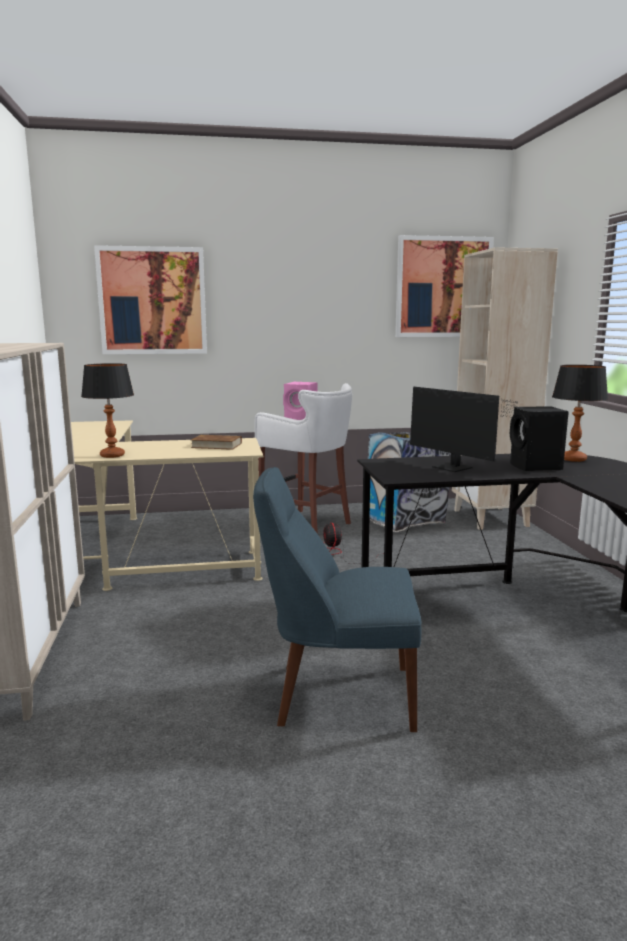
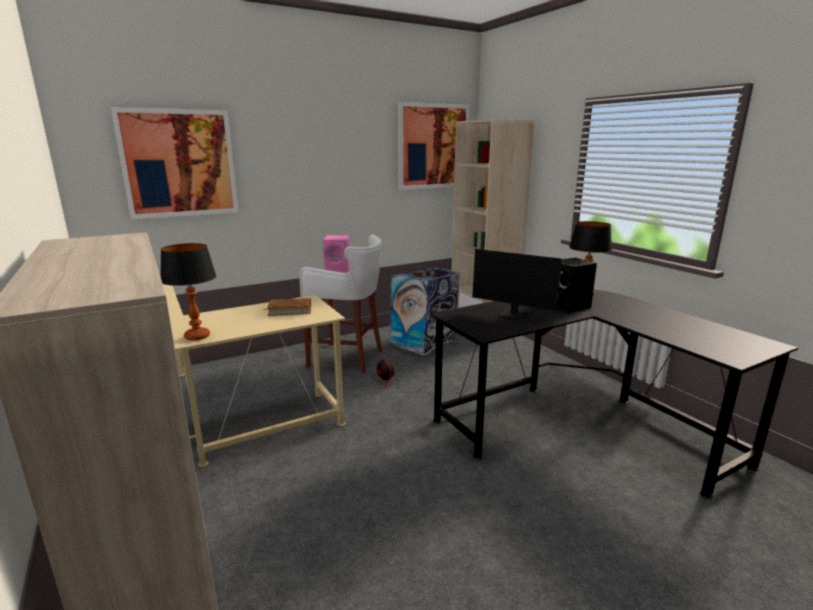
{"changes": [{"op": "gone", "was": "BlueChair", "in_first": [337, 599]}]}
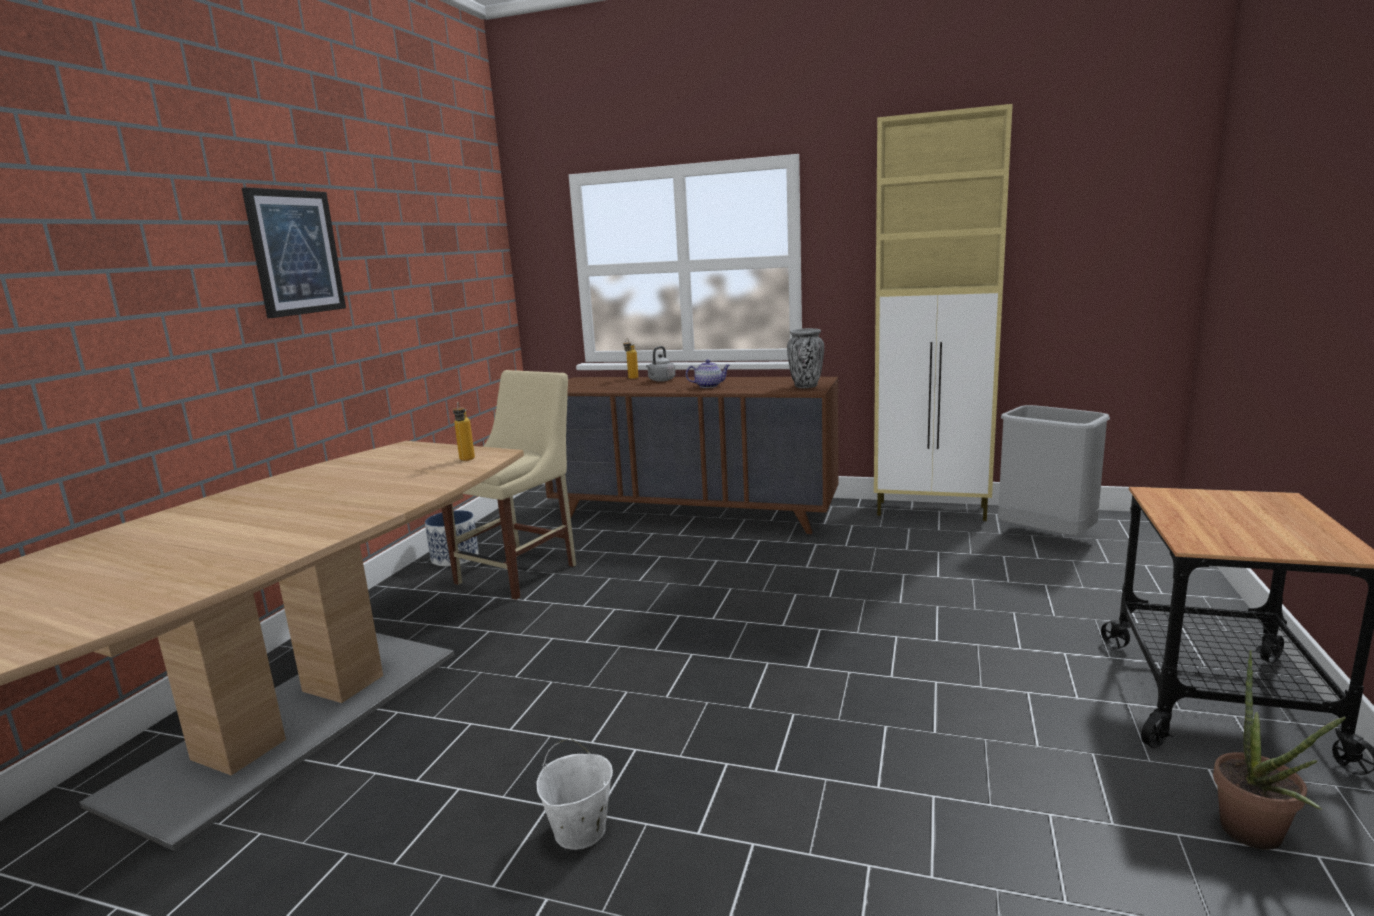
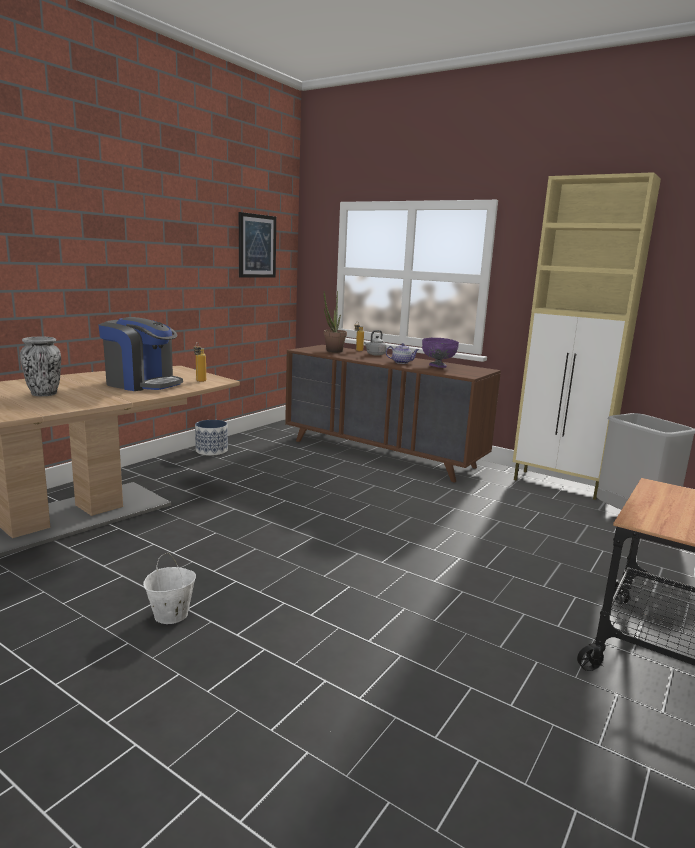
{"changes": [{"op": "shifted", "was": "Vase", "in_first": [805, 358], "in_second": [40, 366]}, {"op": "new", "now": "CoffeeMachine", "in_second": [140, 354]}, {"op": "shifted", "was": "Picture", "in_first": [294, 252], "in_second": [257, 245]}, {"op": "shifted", "was": "PottedPlant", "in_first": [1279, 750], "in_second": [335, 322]}, {"op": "new", "now": "PurpleBowl", "in_second": [440, 353]}, {"op": "gone", "was": "BeigeChair", "in_first": [508, 485]}]}
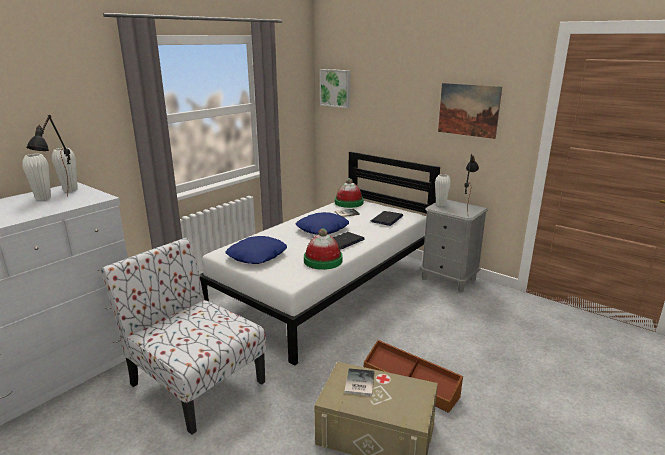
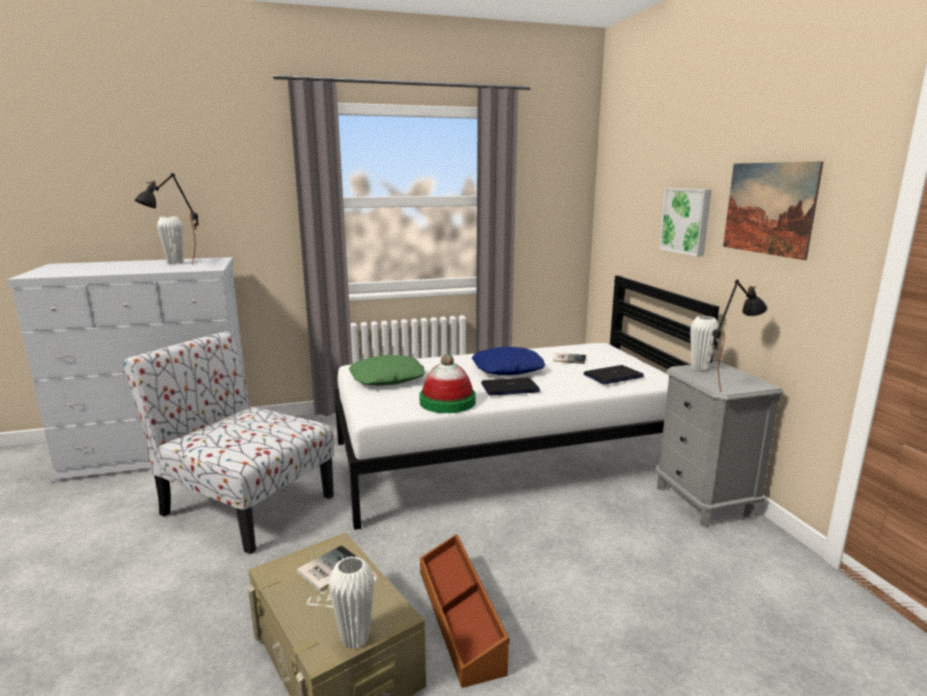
{"changes": [{"op": "rotated", "was": "Chair", "in_first": [183, 336], "in_second": [228, 442], "clockwise": -45}, {"op": "shifted", "was": "WhiteVase", "in_first": [65, 170], "in_second": [352, 602]}, {"op": "repainted", "was": "BluePillow", "now": "GreenPillow", "in_first": [256, 250], "in_second": [387, 370]}, {"op": "shifted", "was": "Picture", "in_first": [335, 88], "in_second": [685, 222]}, {"op": "gone", "was": "Hat", "in_first": [349, 193]}]}
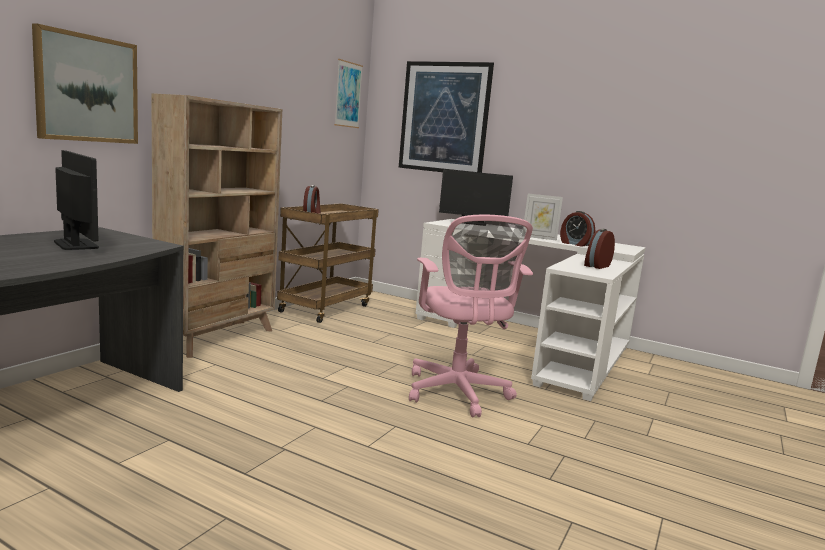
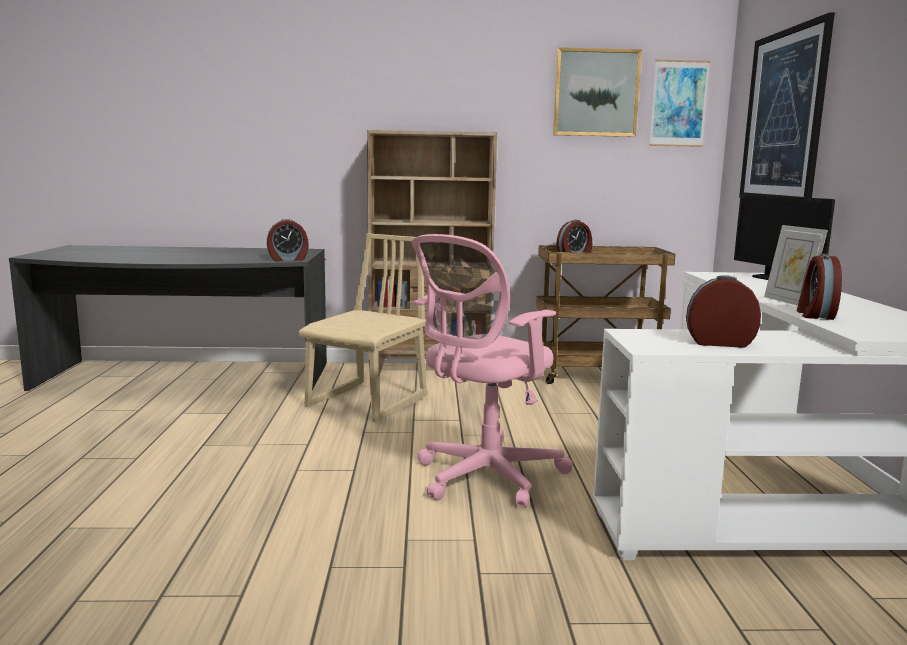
{"changes": [{"op": "new", "now": "AlarmClock", "in_second": [288, 239]}, {"op": "new", "now": "BeigeChair", "in_second": [363, 327]}, {"op": "shifted", "was": "Picture", "in_first": [85, 83], "in_second": [597, 92]}, {"op": "gone", "was": "Monitor", "in_first": [76, 200]}]}
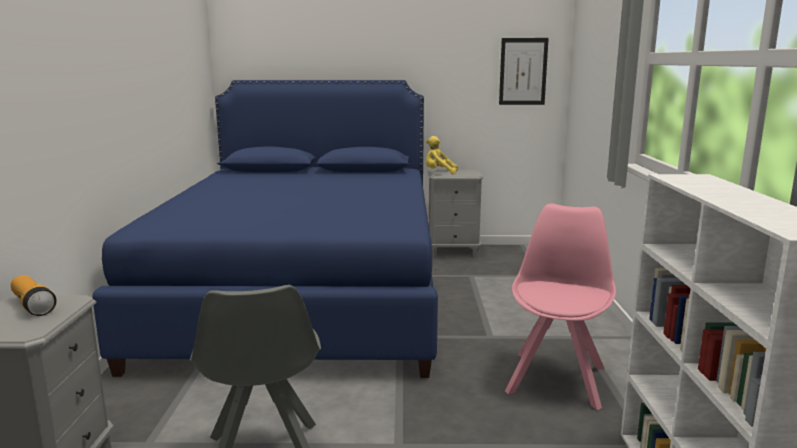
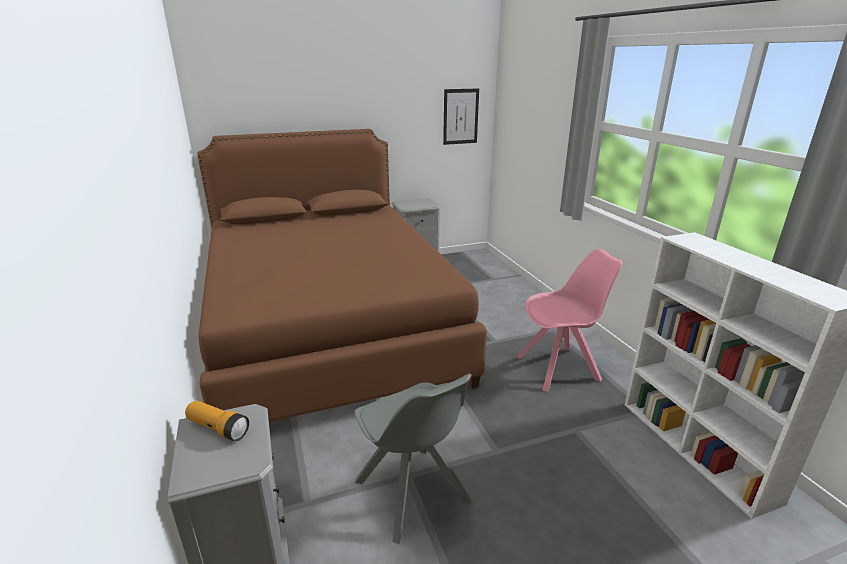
{"changes": [{"op": "repainted", "was": "BlueBed", "now": "BrownBed", "in_first": [265, 229], "in_second": [342, 275]}, {"op": "rotated", "was": "PinkChair", "in_first": [560, 306], "in_second": [569, 320], "clockwise": 75}, {"op": "gone", "was": "YellowPlushToy", "in_first": [441, 155]}]}
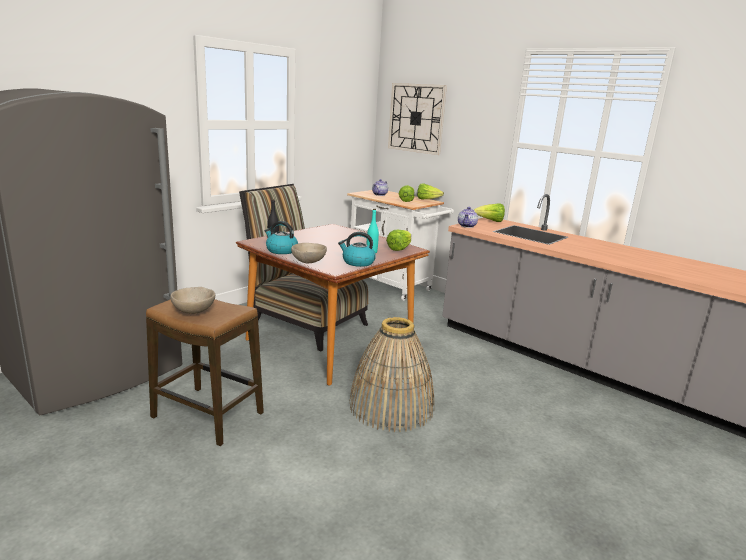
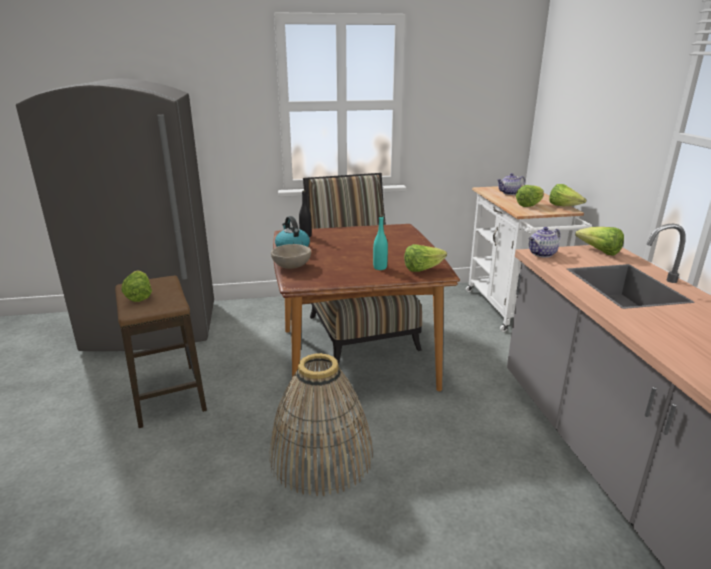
{"changes": [{"op": "swapped", "was": "BeigeBowl", "now": "Lettuce", "in_first": [192, 300], "in_second": [137, 286]}, {"op": "gone", "was": "Kettle", "in_first": [357, 249]}, {"op": "gone", "was": "WallClock", "in_first": [417, 119]}]}
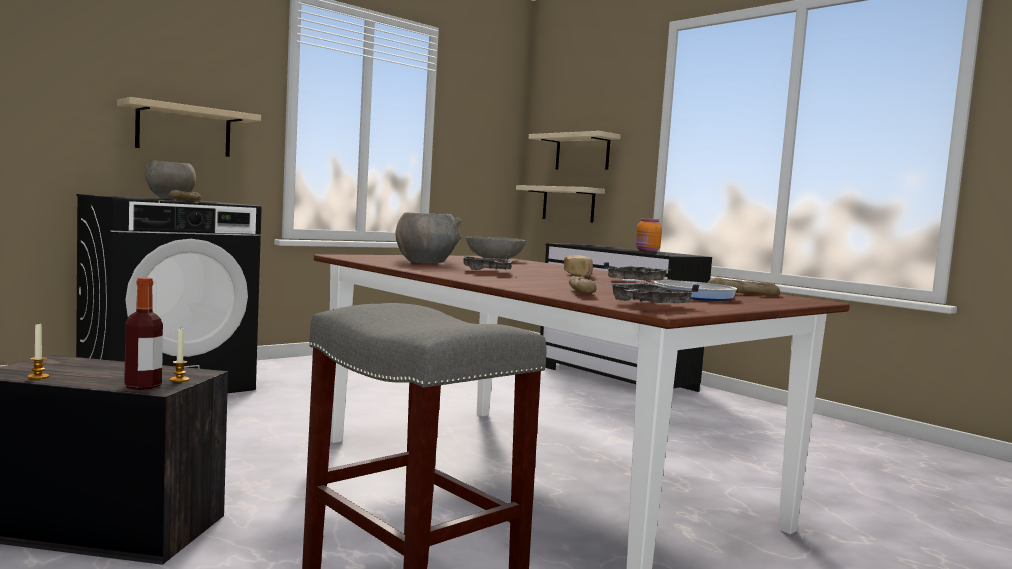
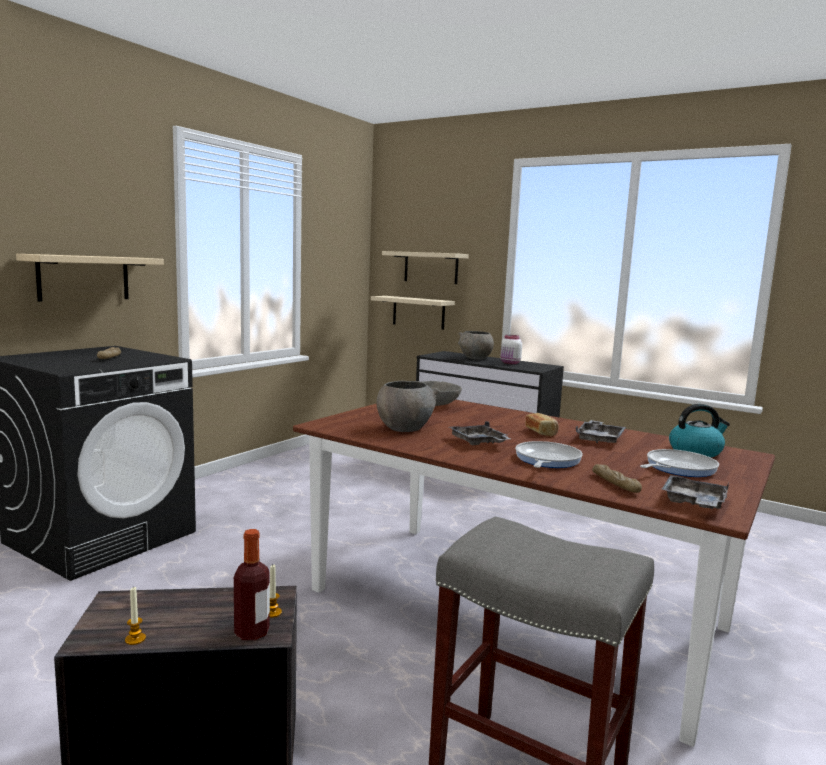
{"changes": [{"op": "shifted", "was": "GreyBowl", "in_first": [170, 180], "in_second": [476, 345]}, {"op": "repainted", "was": "OrangeJar", "now": "WhiteJar", "in_first": [649, 235], "in_second": [511, 349]}, {"op": "new", "now": "FryingPan", "in_second": [549, 454]}, {"op": "swapped", "was": "Bread", "now": "Kettle", "in_first": [743, 287], "in_second": [699, 430]}]}
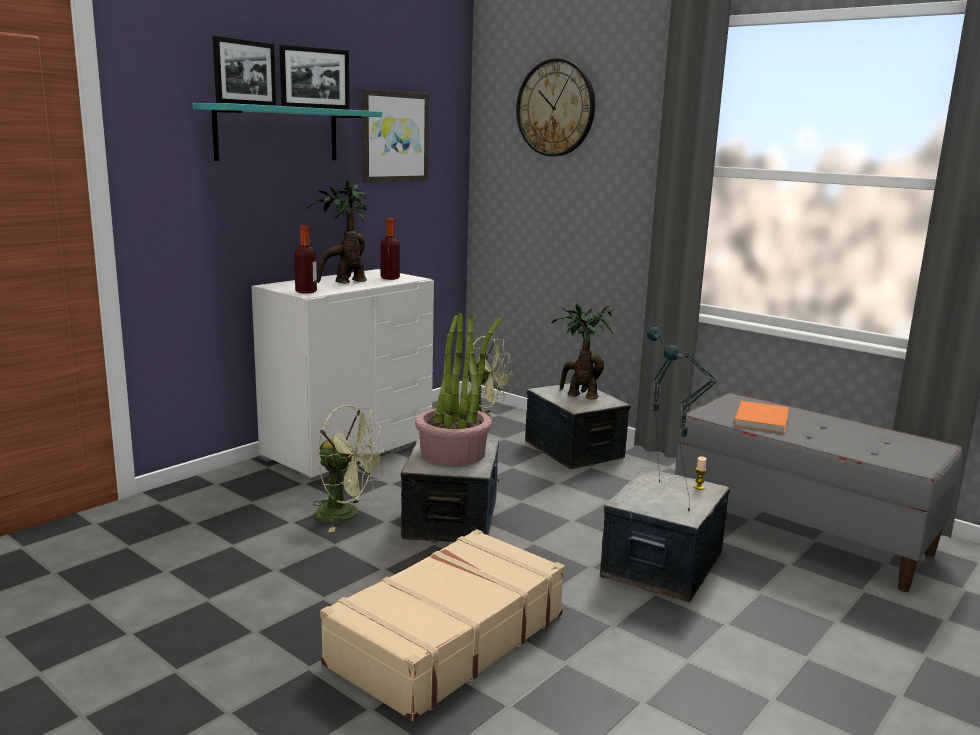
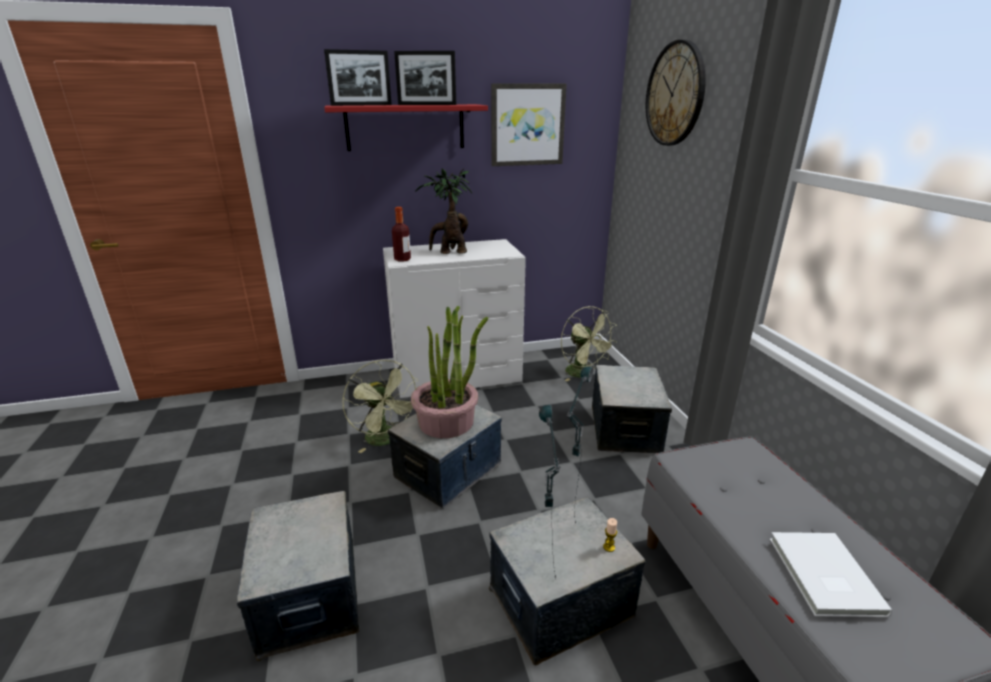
{"changes": [{"op": "swapped", "was": "BeigeSuitcase", "now": "StorageBox", "in_first": [442, 625], "in_second": [298, 576]}, {"op": "repainted", "was": "TurquoiseShelf", "now": "RedShelf", "in_first": [287, 132], "in_second": [406, 127]}, {"op": "new", "now": "WhiteBook", "in_second": [831, 574]}, {"op": "gone", "was": "Bottle", "in_first": [390, 249]}, {"op": "gone", "was": "PottedPlant", "in_first": [583, 351]}, {"op": "gone", "was": "OrangeBook", "in_first": [761, 417]}]}
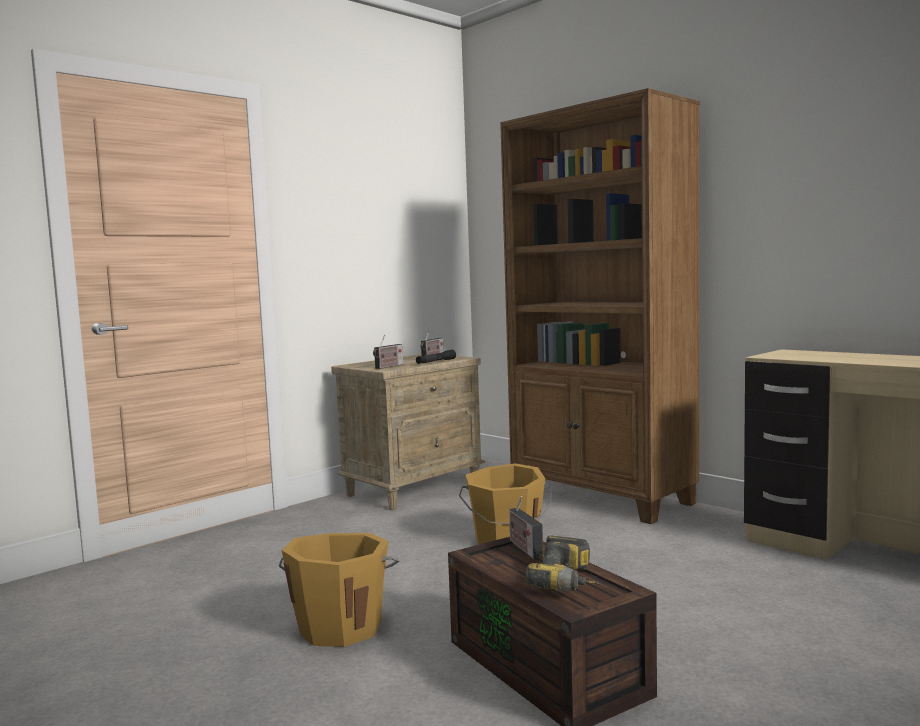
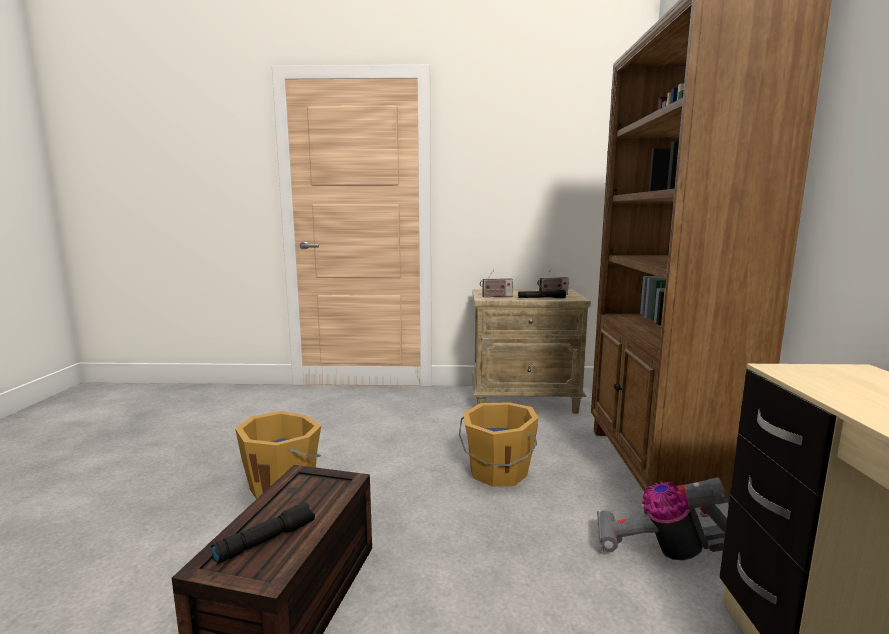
{"changes": [{"op": "swapped", "was": "PowerDrill", "now": "BlackFlashlight", "in_first": [563, 563], "in_second": [263, 533]}, {"op": "new", "now": "VacuumCleaner", "in_second": [663, 518]}, {"op": "gone", "was": "Radio", "in_first": [526, 527]}]}
